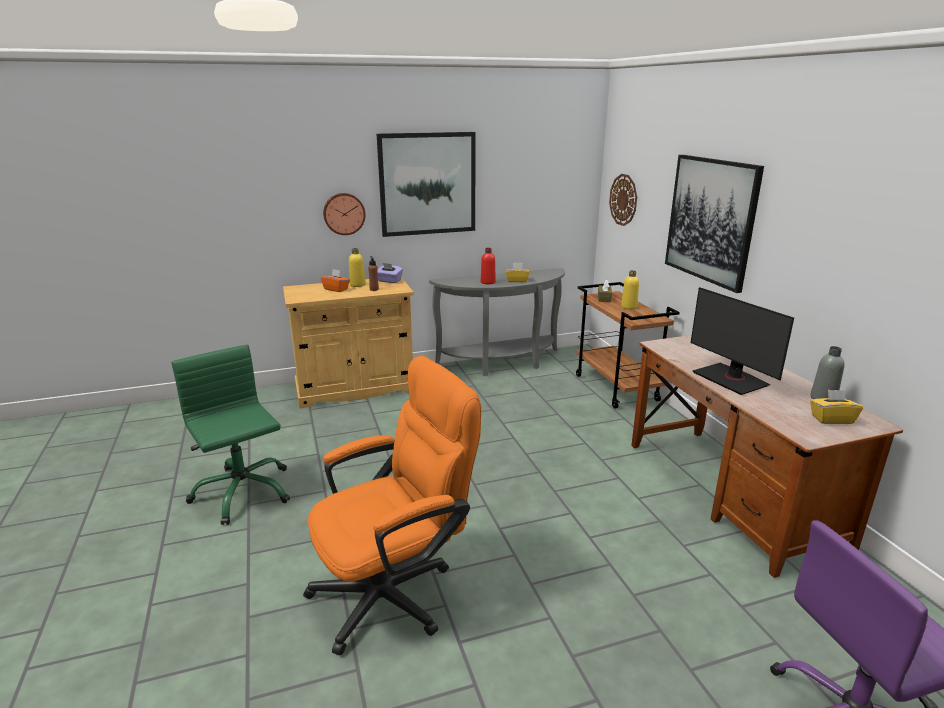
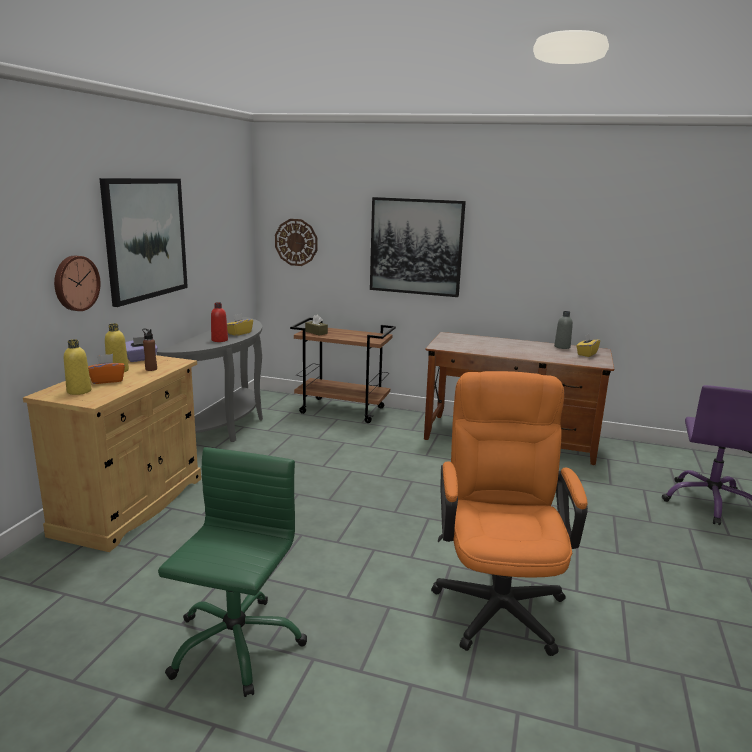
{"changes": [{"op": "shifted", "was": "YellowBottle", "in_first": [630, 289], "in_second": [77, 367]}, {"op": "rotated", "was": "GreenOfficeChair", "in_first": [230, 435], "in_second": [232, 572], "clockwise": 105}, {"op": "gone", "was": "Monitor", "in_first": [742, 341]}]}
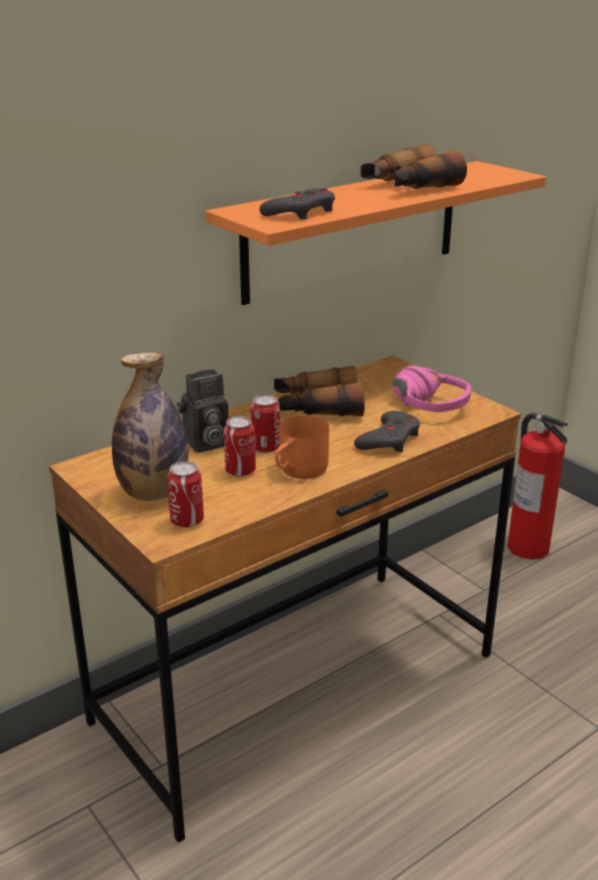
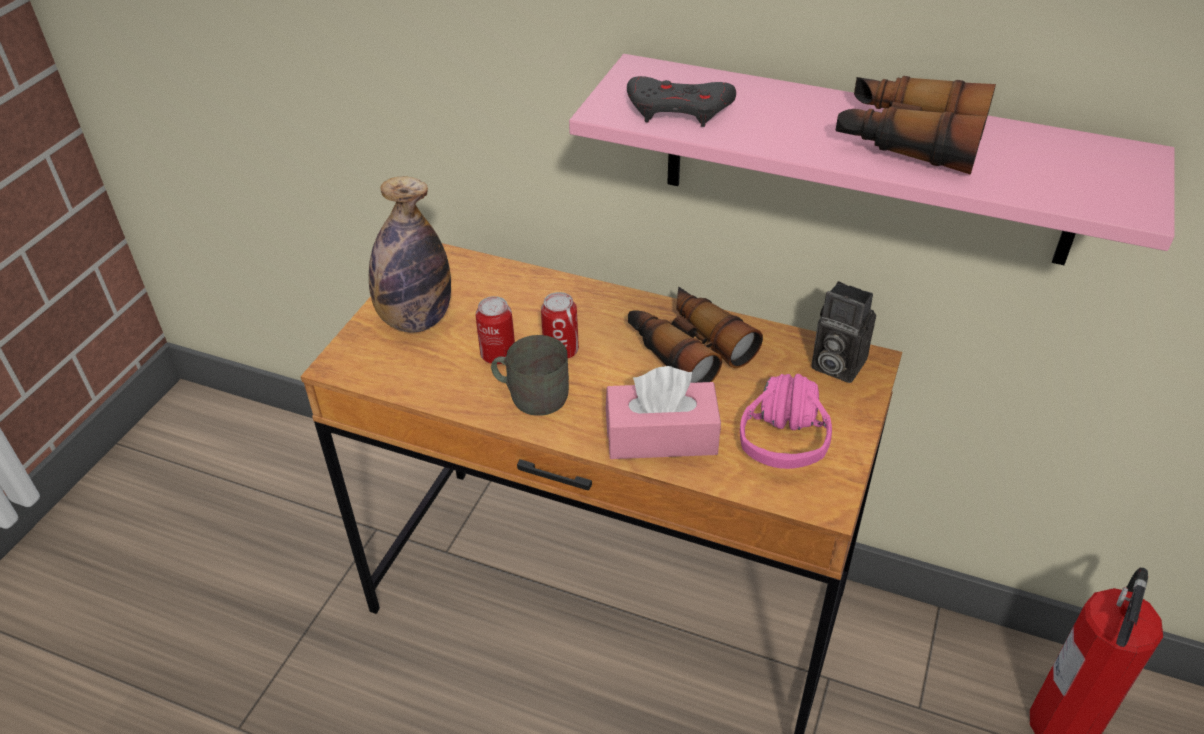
{"changes": [{"op": "repainted", "was": "OrangeMug", "now": "GreyMug", "in_first": [302, 447], "in_second": [530, 375]}, {"op": "repainted", "was": "OrangeShelf", "now": "PinkShelf", "in_first": [375, 233], "in_second": [872, 159]}, {"op": "swapped", "was": "GreyGameController", "now": "PinkTissueBox", "in_first": [387, 431], "in_second": [663, 412]}, {"op": "shifted", "was": "PhotoCamera", "in_first": [202, 411], "in_second": [843, 332]}, {"op": "gone", "was": "Can", "in_first": [185, 494]}]}
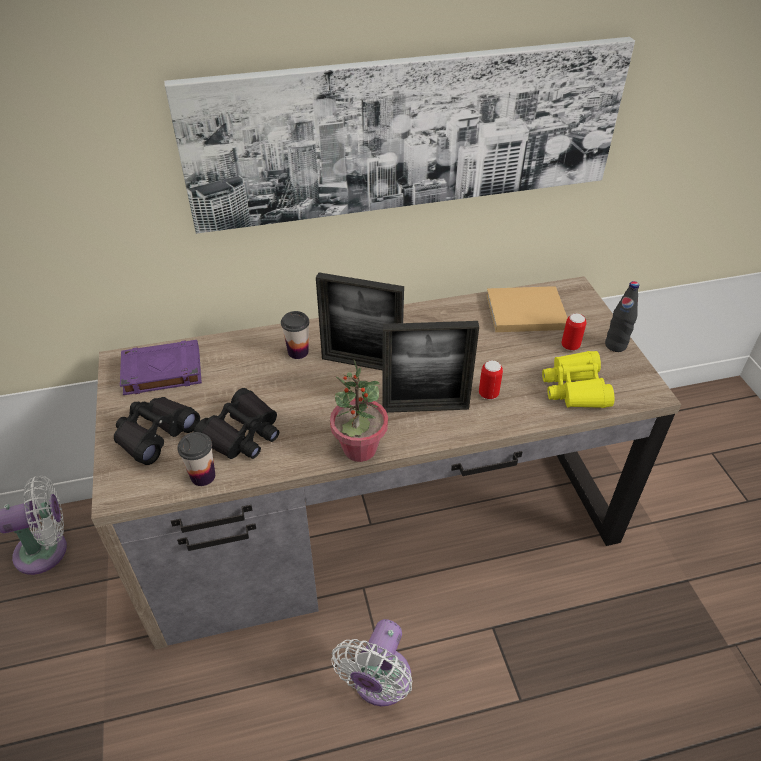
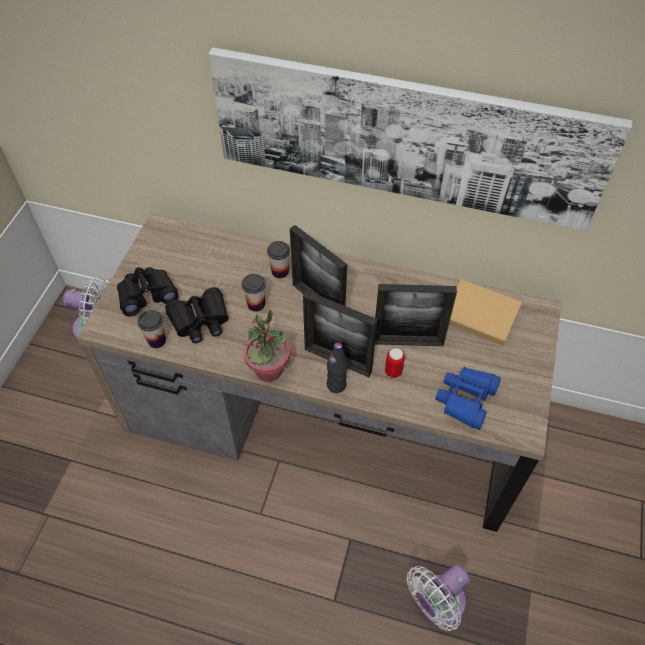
{"changes": [{"op": "new", "now": "Cup", "in_second": [254, 293]}, {"op": "shifted", "was": "BlackBottle", "in_first": [622, 316], "in_second": [337, 368]}, {"op": "new", "now": "PictureFrame", "in_second": [416, 315]}, {"op": "shifted", "was": "WhiteFan", "in_first": [371, 662], "in_second": [438, 598]}, {"op": "repainted", "was": "YellowBinoculars", "now": "BlueBinoculars", "in_first": [578, 379], "in_second": [468, 398]}, {"op": "gone", "was": "PurpleBook", "in_first": [161, 367]}, {"op": "gone", "was": "Can", "in_first": [573, 332]}]}
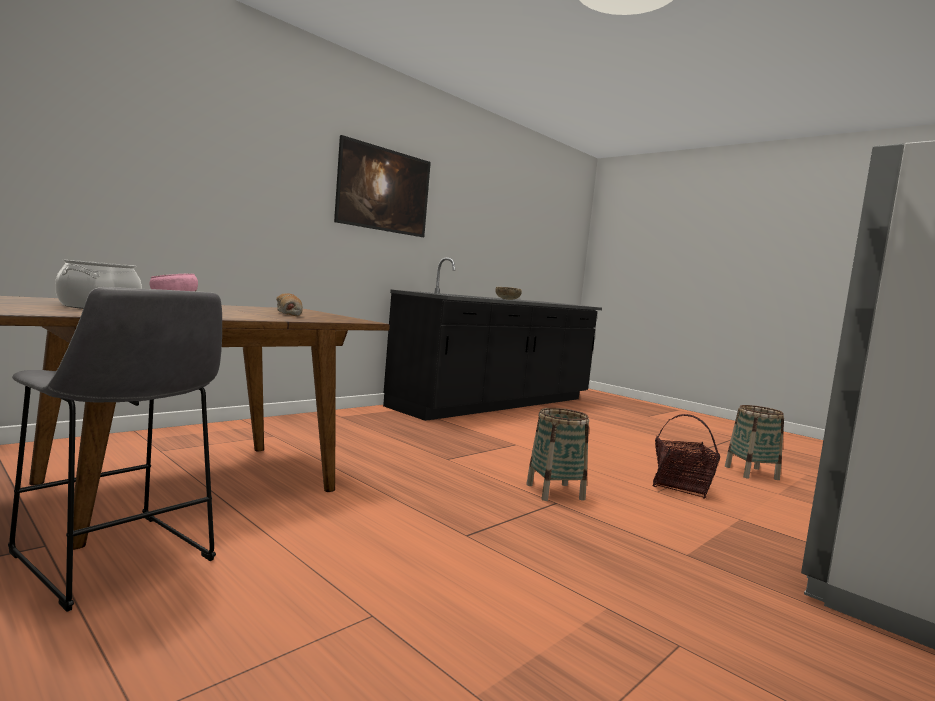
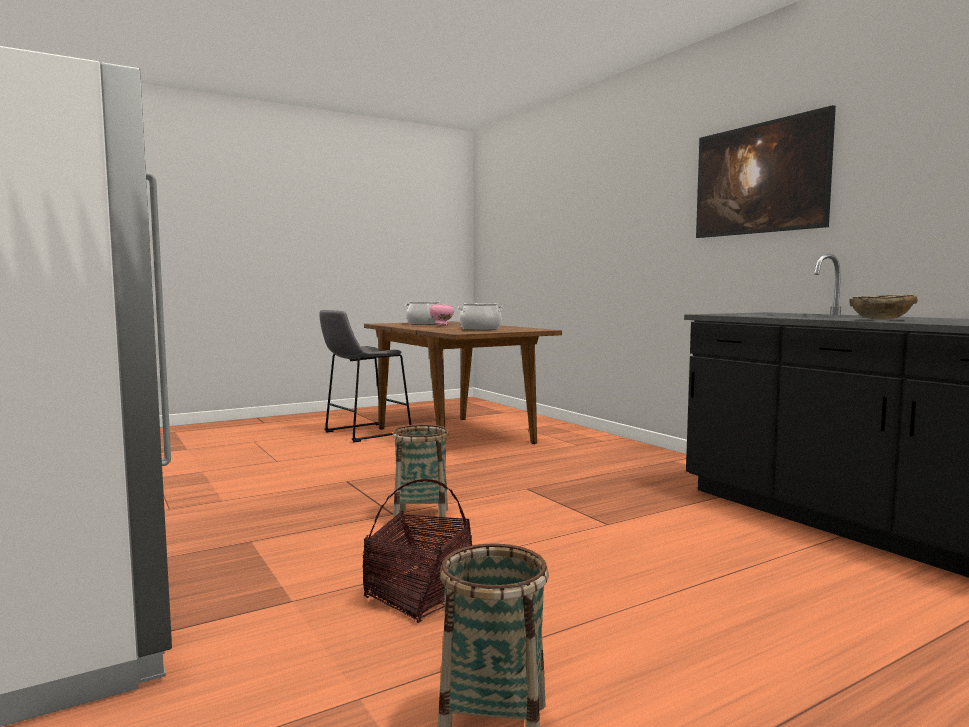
{"changes": [{"op": "swapped", "was": "Bread", "now": "CookingPot", "in_first": [289, 305], "in_second": [480, 316]}]}
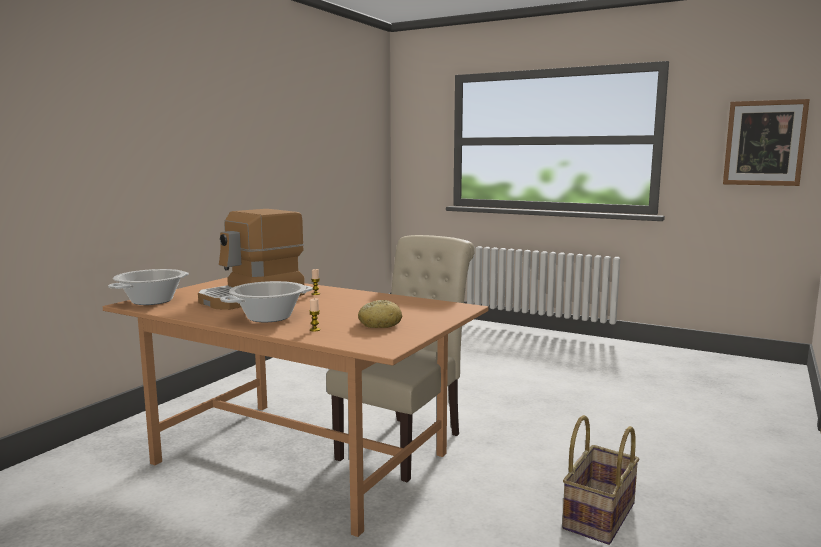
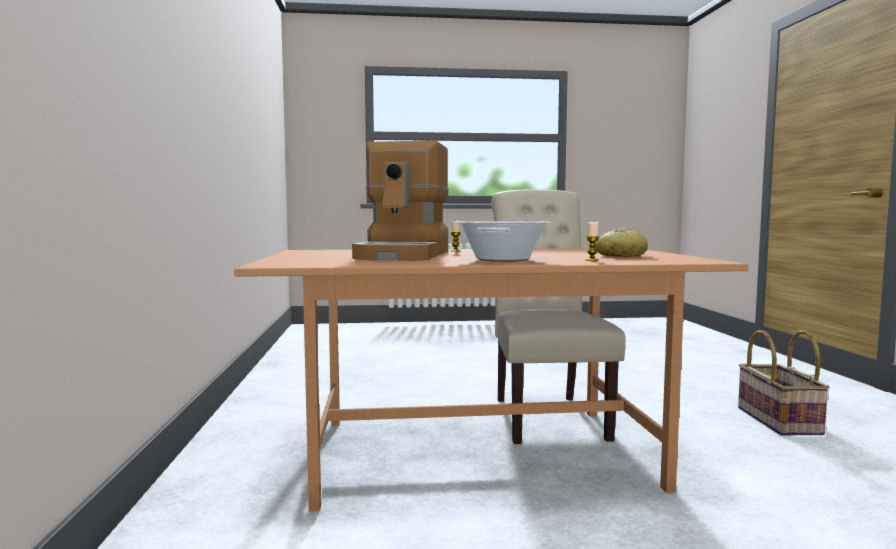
{"changes": [{"op": "gone", "was": "CookingPot", "in_first": [148, 287]}, {"op": "gone", "was": "Picture", "in_first": [766, 142]}]}
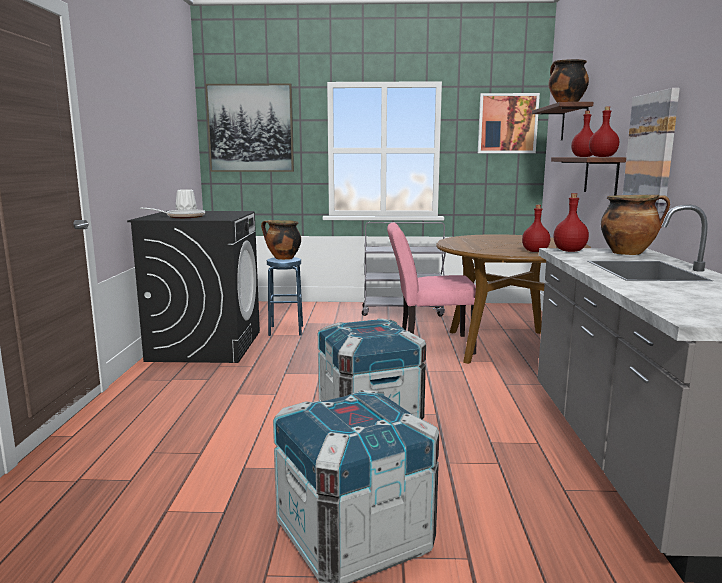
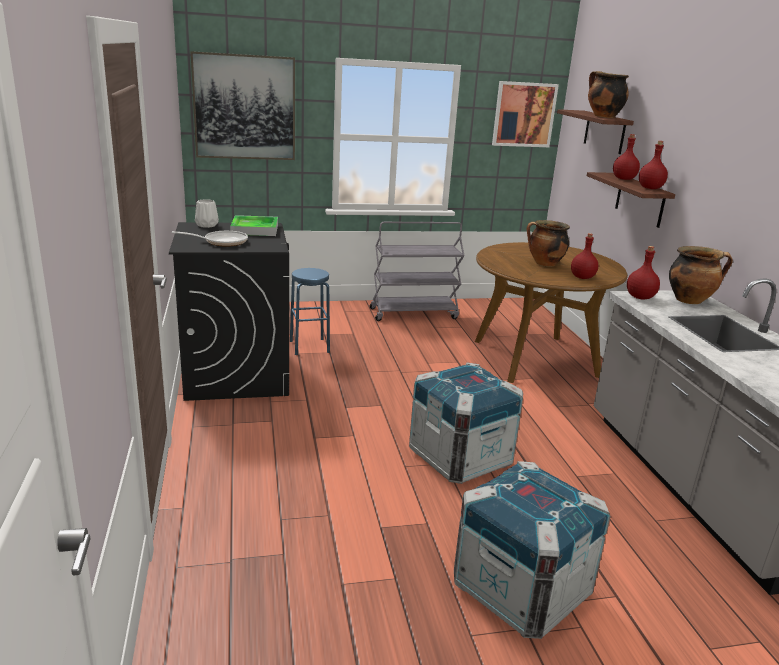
{"changes": [{"op": "new", "now": "Tray", "in_second": [254, 225]}, {"op": "shifted", "was": "CookingPot", "in_first": [281, 240], "in_second": [548, 243]}, {"op": "gone", "was": "PinkChair", "in_first": [432, 288]}, {"op": "gone", "was": "Picture", "in_first": [651, 150]}]}
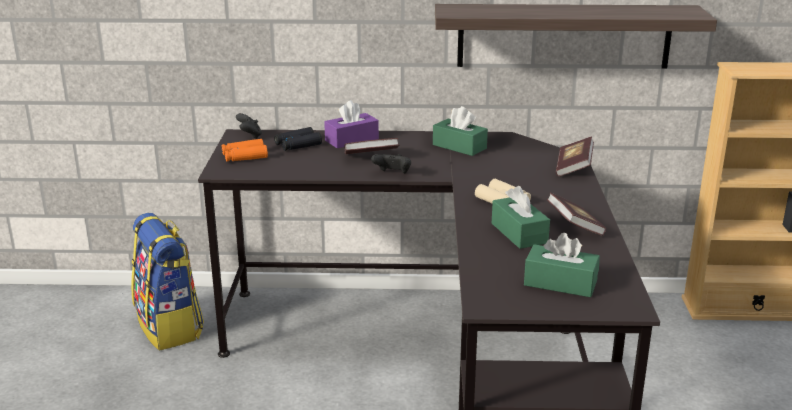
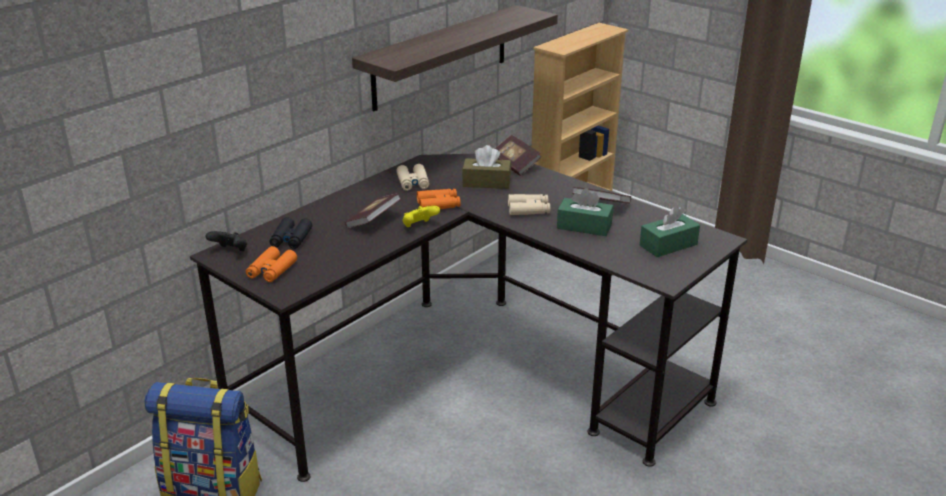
{"changes": [{"op": "swapped", "was": "GreenTissueBox", "now": "BeigeBinoculars", "in_first": [460, 131], "in_second": [412, 177]}, {"op": "repainted", "was": "BlackGameController", "now": "YellowGameController", "in_first": [391, 164], "in_second": [421, 216]}, {"op": "new", "now": "OrangeBinoculars", "in_second": [439, 199]}, {"op": "new", "now": "BrownTissueBox", "in_second": [486, 167]}, {"op": "gone", "was": "PurpleTissueBox", "in_first": [351, 124]}]}
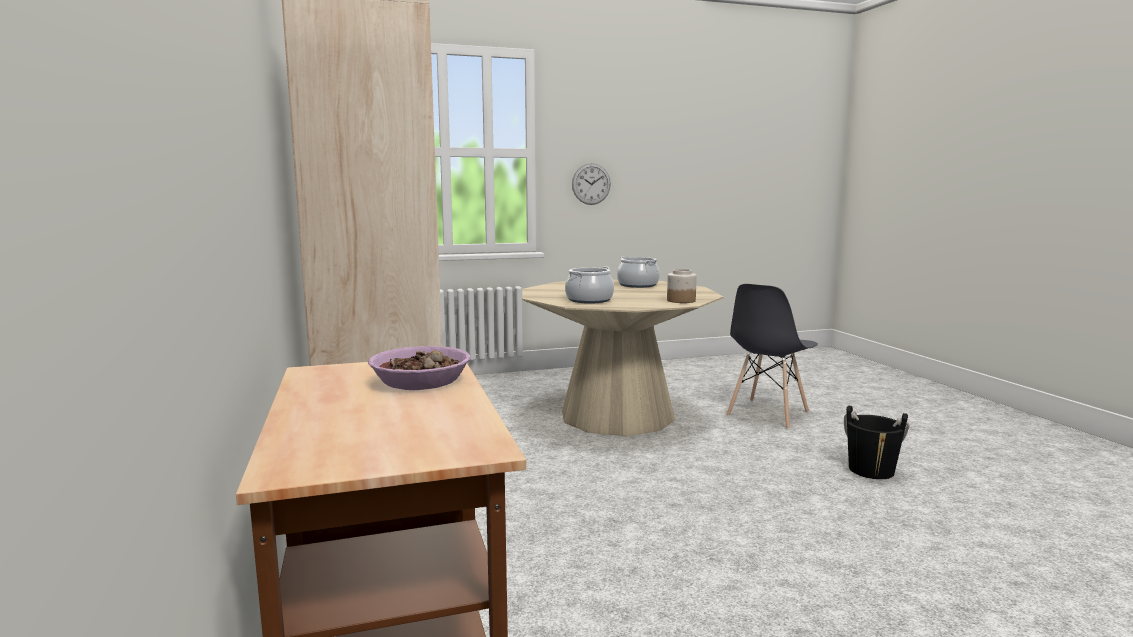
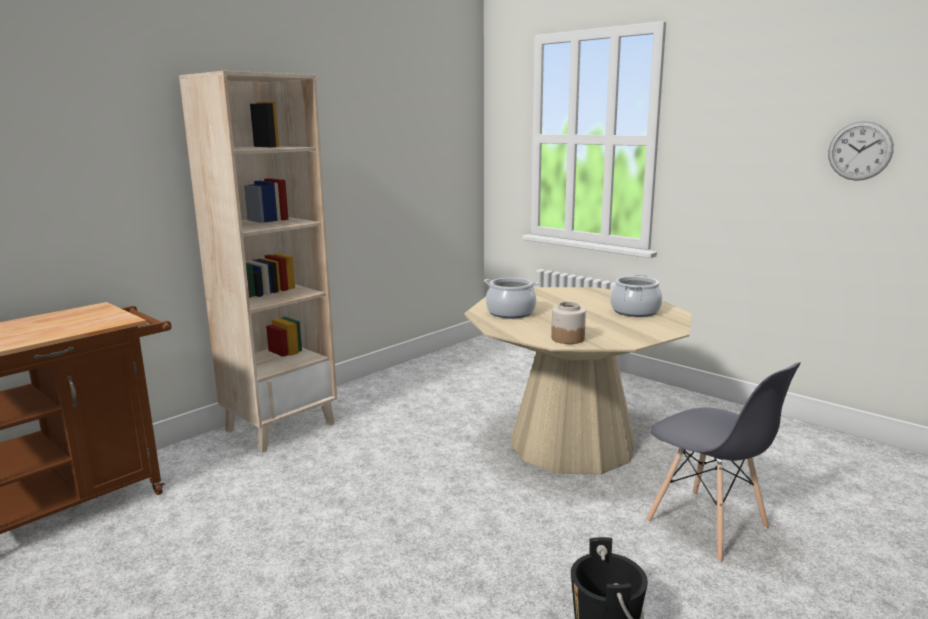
{"changes": [{"op": "rotated", "was": "GreyChair", "in_first": [772, 356], "in_second": [723, 462], "clockwise": -135}, {"op": "shifted", "was": "WallClock", "in_first": [591, 184], "in_second": [861, 151]}, {"op": "gone", "was": "Bowl", "in_first": [419, 368]}]}
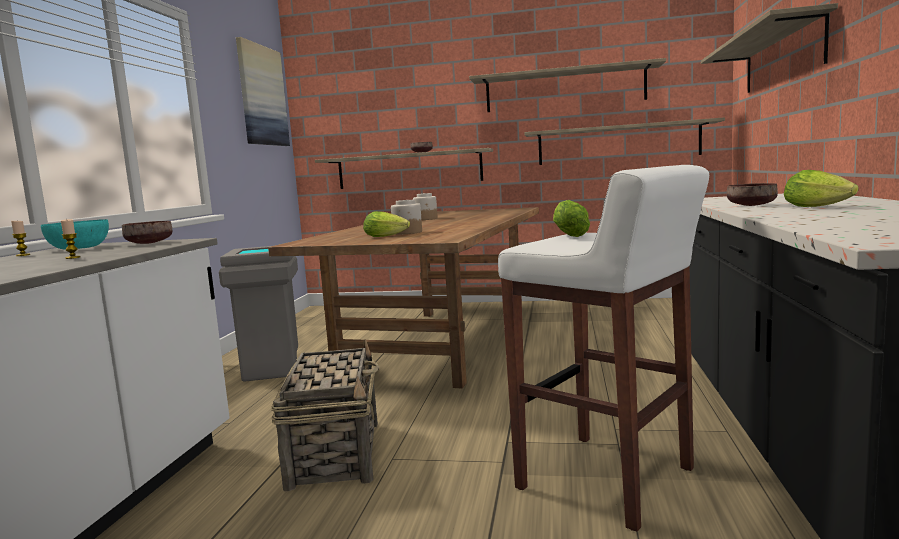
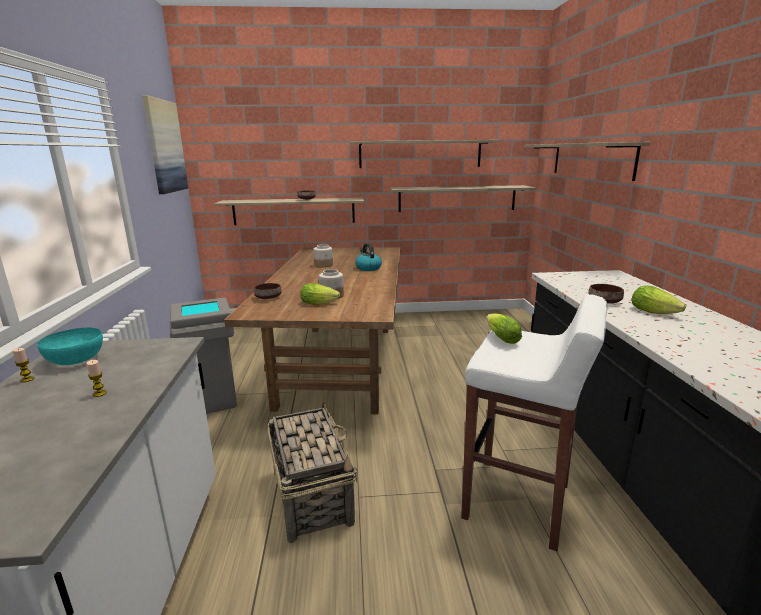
{"changes": [{"op": "shifted", "was": "BrownBowl", "in_first": [147, 232], "in_second": [268, 291]}, {"op": "new", "now": "Kettle", "in_second": [368, 257]}]}
